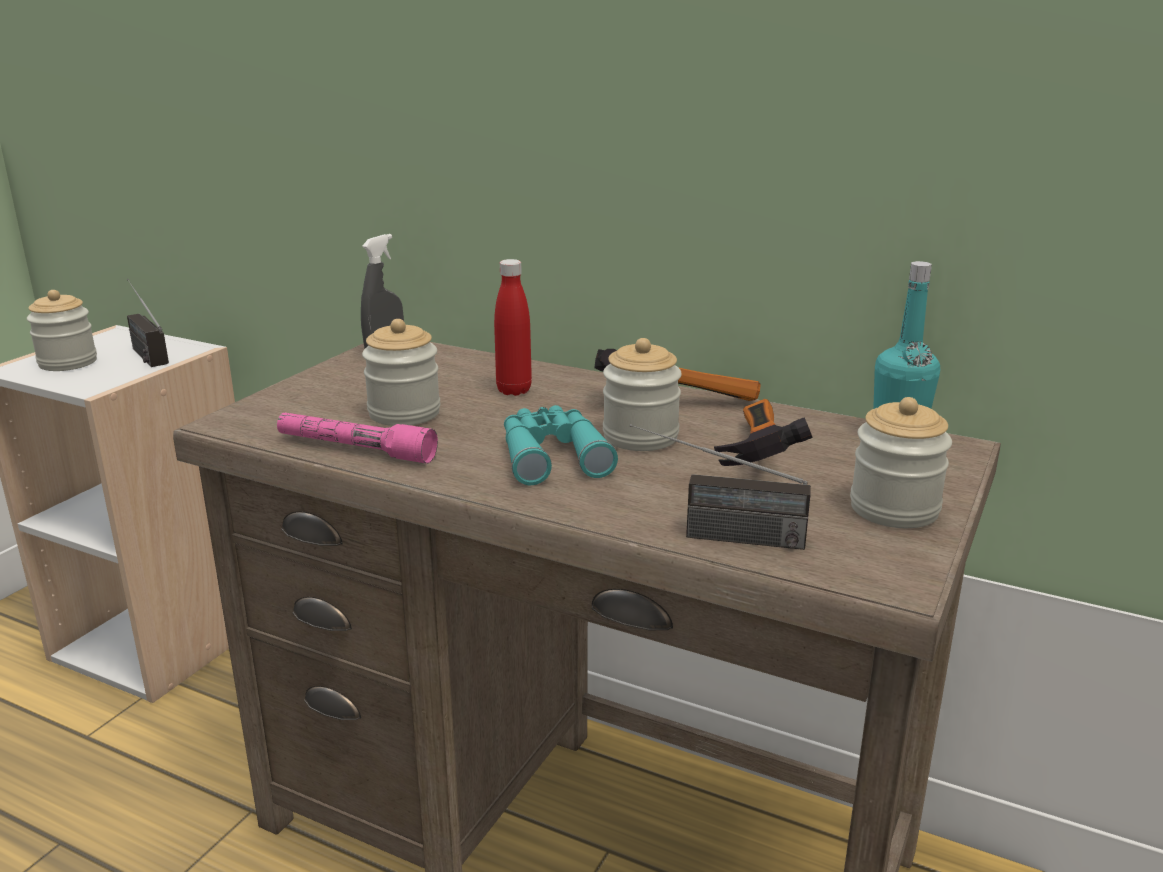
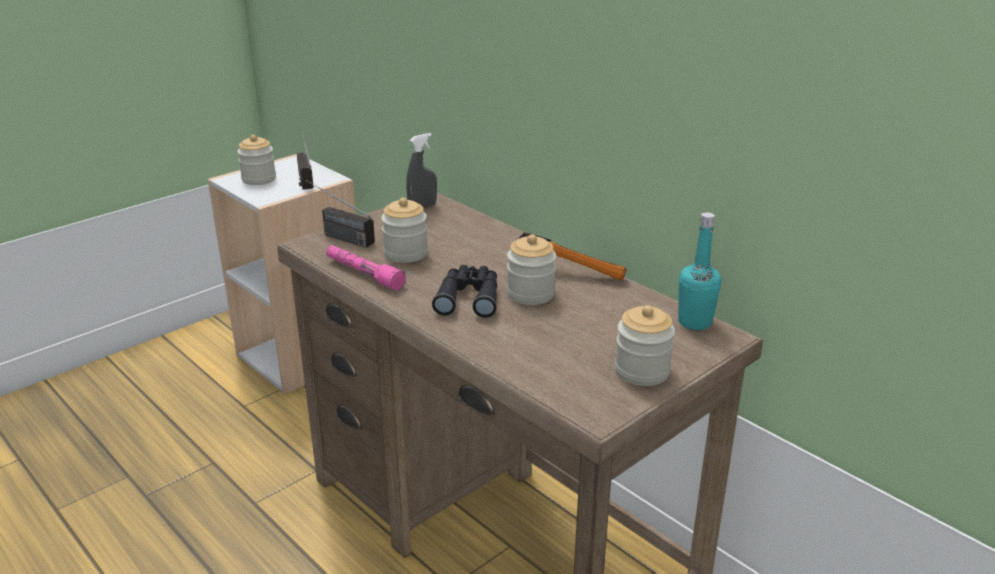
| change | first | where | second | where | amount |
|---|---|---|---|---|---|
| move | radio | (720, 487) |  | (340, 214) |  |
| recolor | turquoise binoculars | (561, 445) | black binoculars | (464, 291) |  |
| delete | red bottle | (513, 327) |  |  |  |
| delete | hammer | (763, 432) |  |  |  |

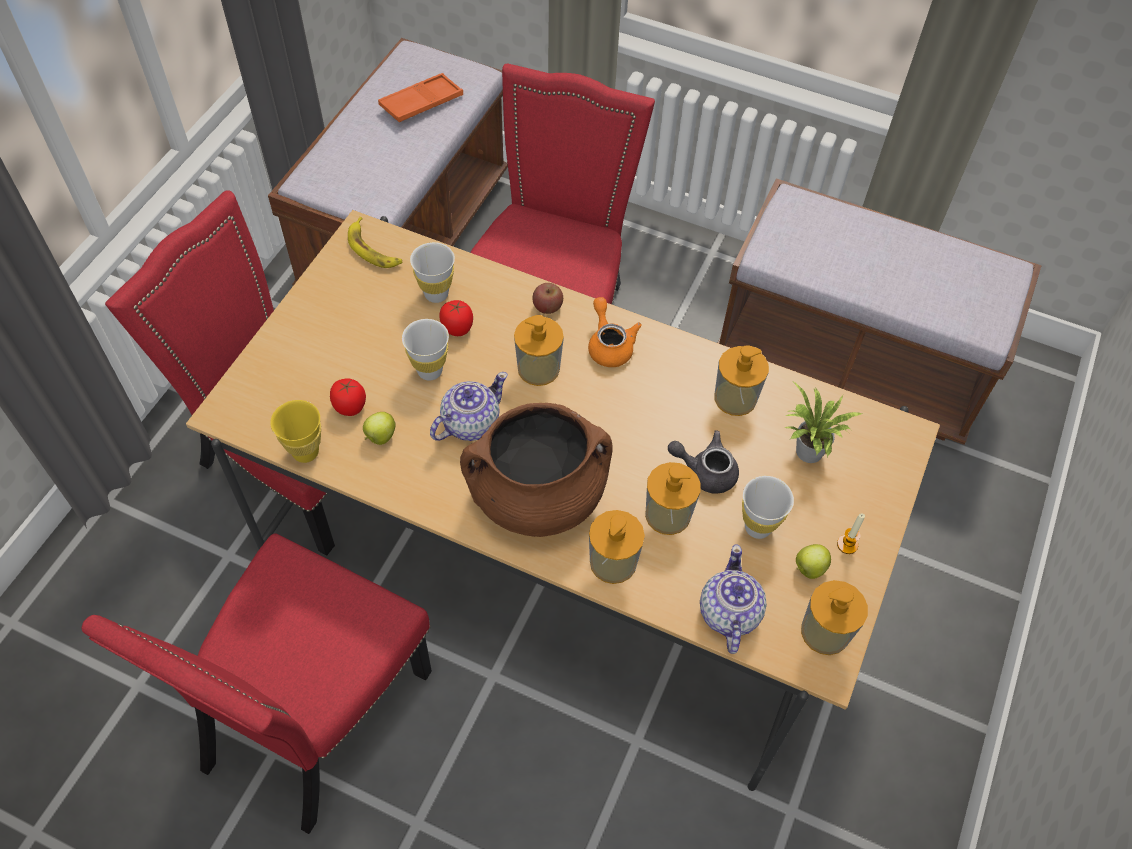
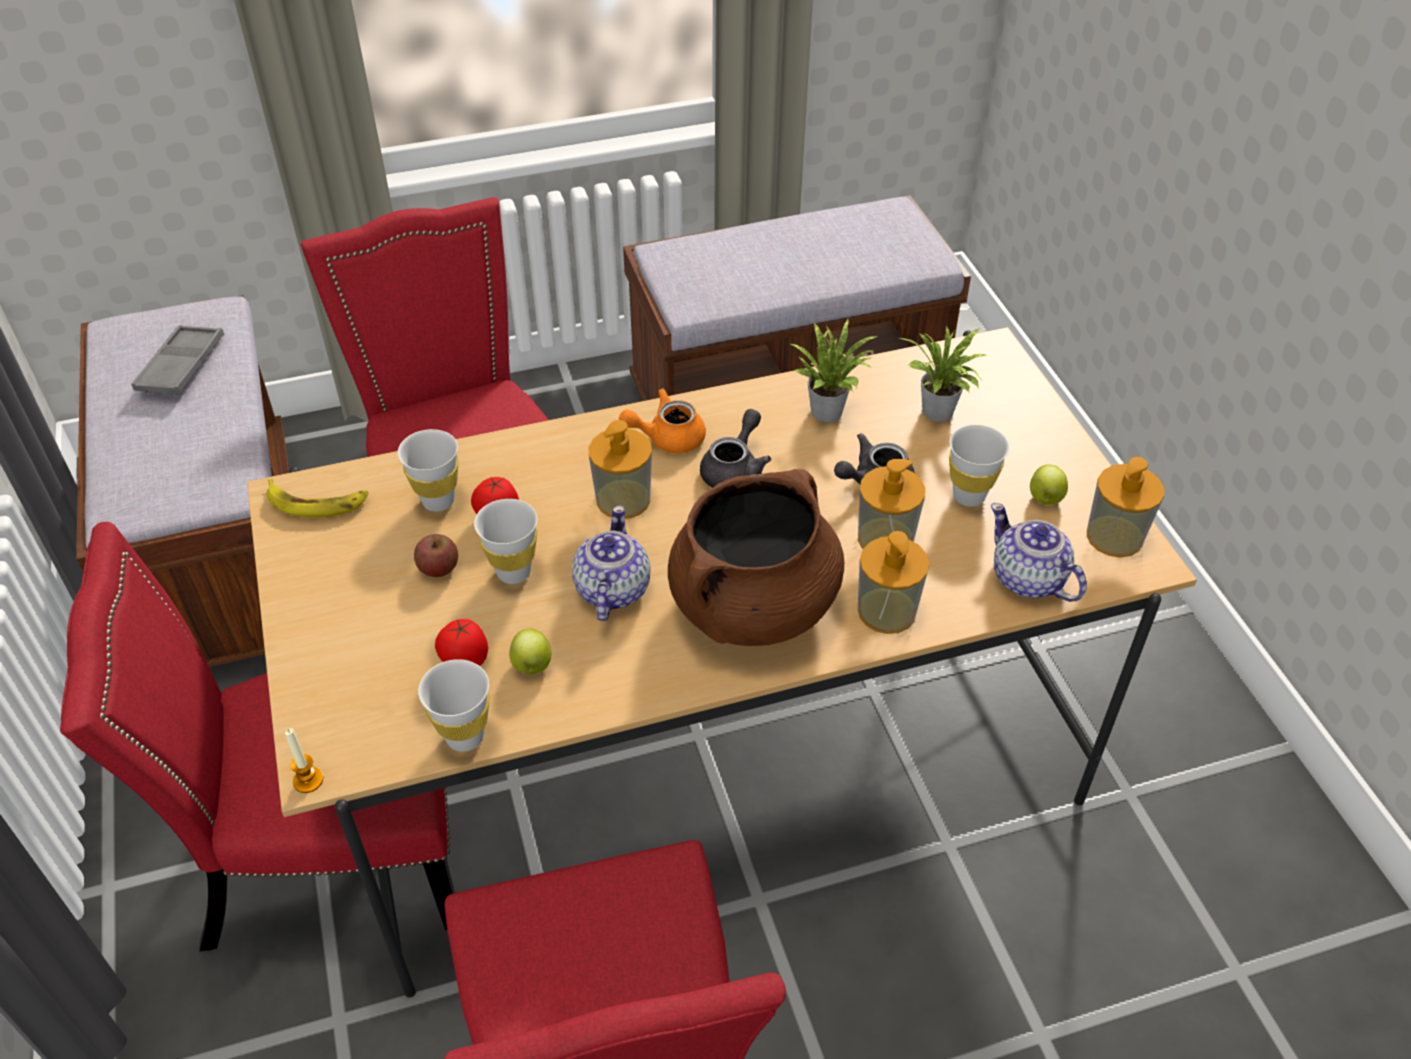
| change | first | where | second | where | amount |
|---|---|---|---|---|---|
| recolor | orange tray | (420, 97) | grey tray | (177, 360) |  |
| move | candle | (851, 533) |  | (304, 760) |  |
| move | apple | (547, 298) |  | (436, 555) |  |
| recolor | yellow cup | (295, 431) | white cup | (454, 705) |  |
| rotate | orange teapot | (615, 332) |  | (662, 420) | 45 degrees counterclockwise |
| insert |  |  | grey teapot | (735, 448) |  |
| replace | soap dispenser | (742, 380) | potted plant | (833, 370) |  |

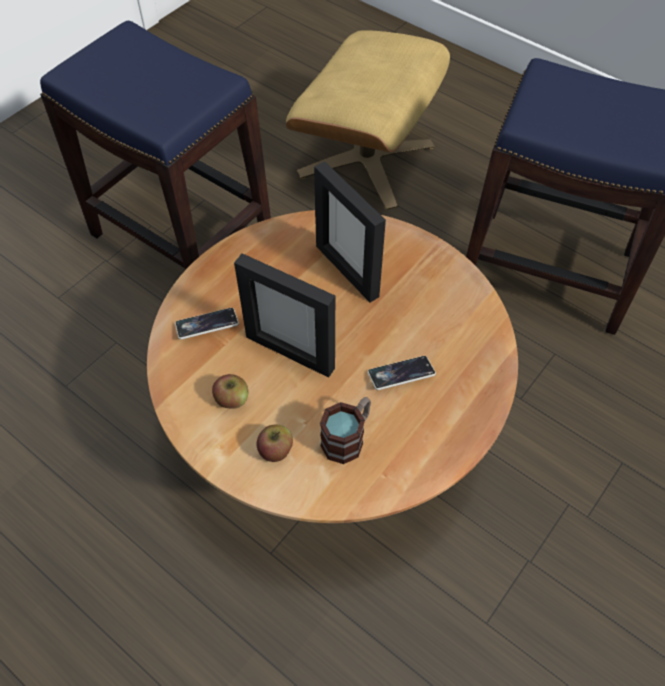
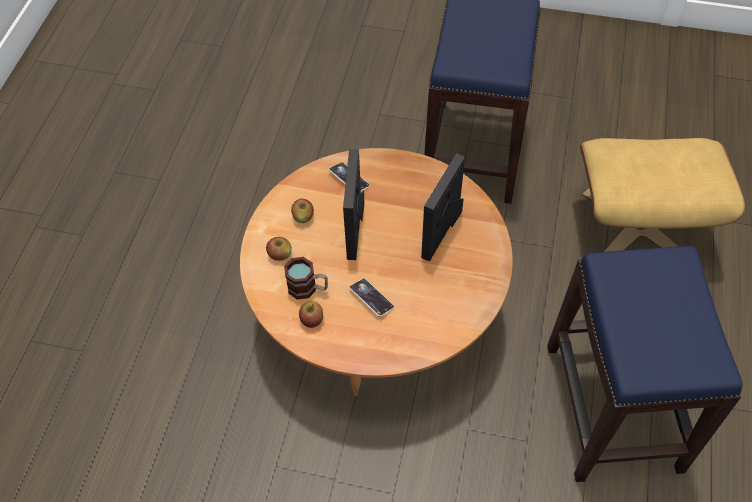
| change | first | where | second | where | amount |
|---|---|---|---|---|---|
| insert |  |  | apple | (311, 314) |  |

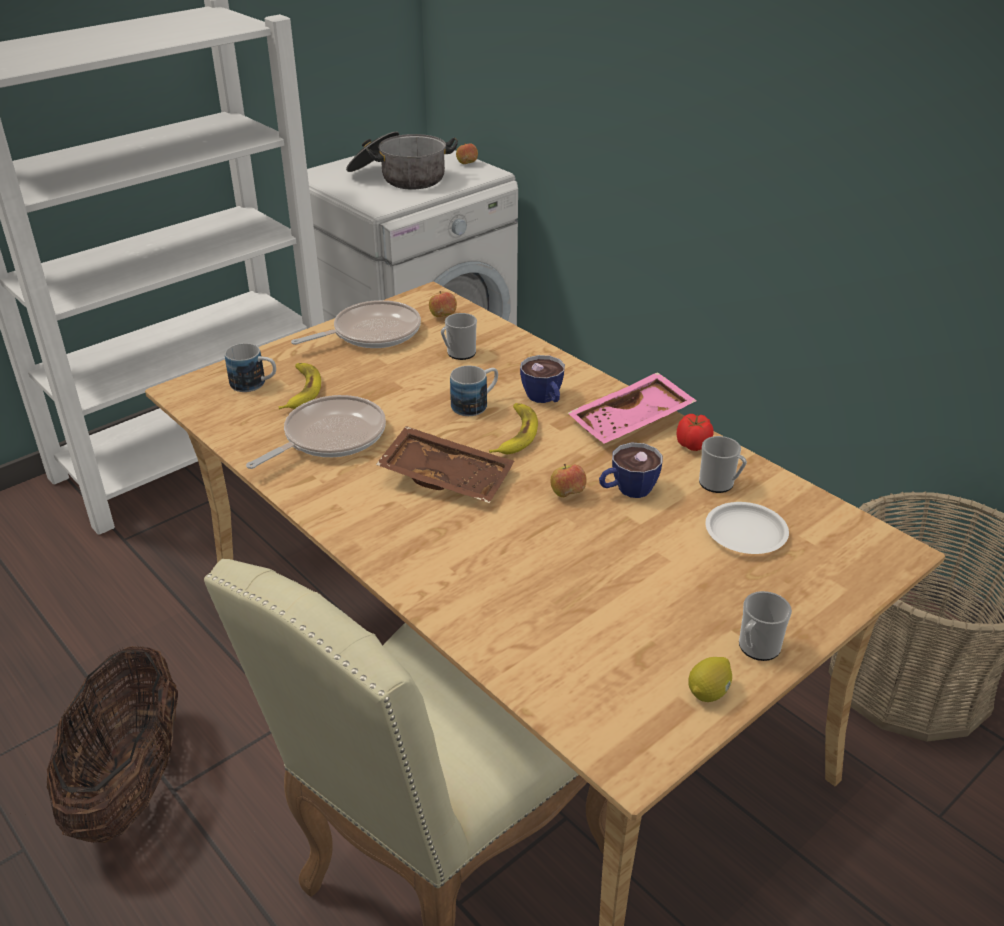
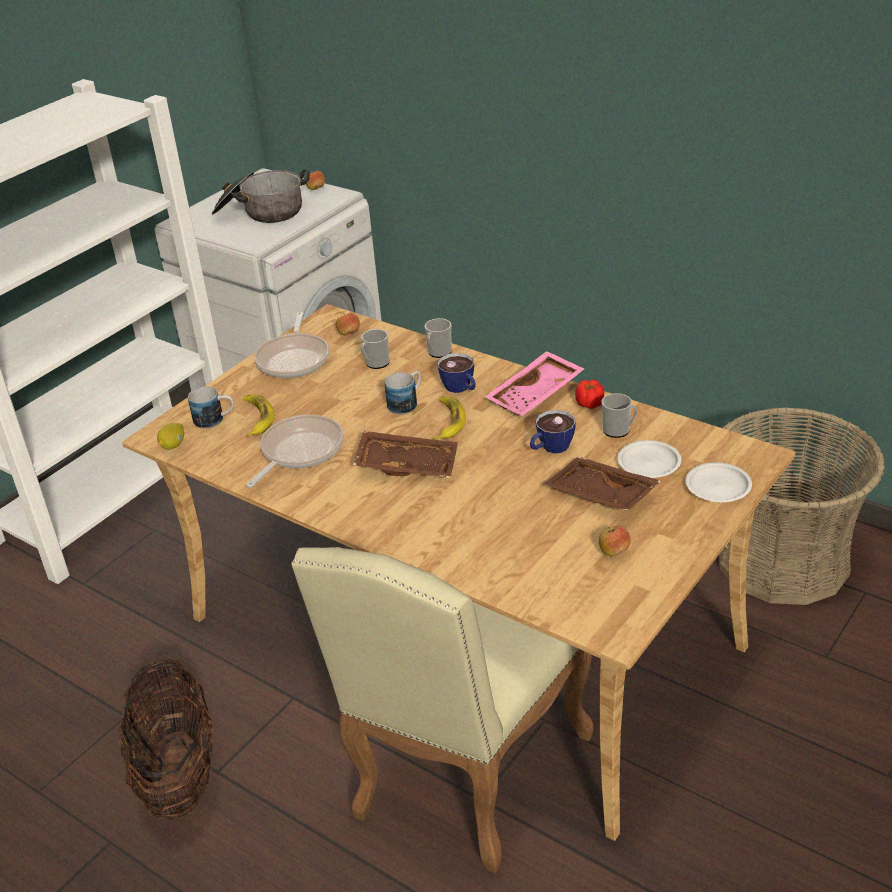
| change | first | where | second | where | amount |
|---|---|---|---|---|---|
| move | lemon | (710, 679) |  | (170, 436) |  |
| rotate | frying pan | (356, 324) |  | (291, 345) | 135 degrees clockwise |
| move | mug | (765, 626) |  | (438, 338) |  |
| insert |  |  | brown tray | (602, 484) |  |
| move | apple | (568, 480) |  | (615, 541) |  |
| insert |  |  | white plate | (719, 482) |  |

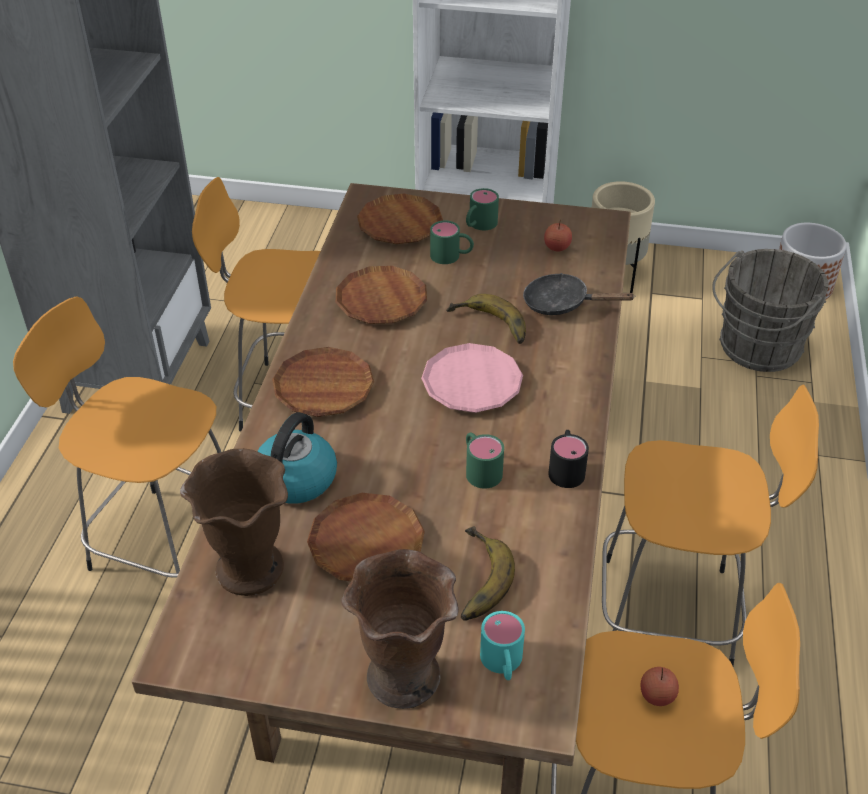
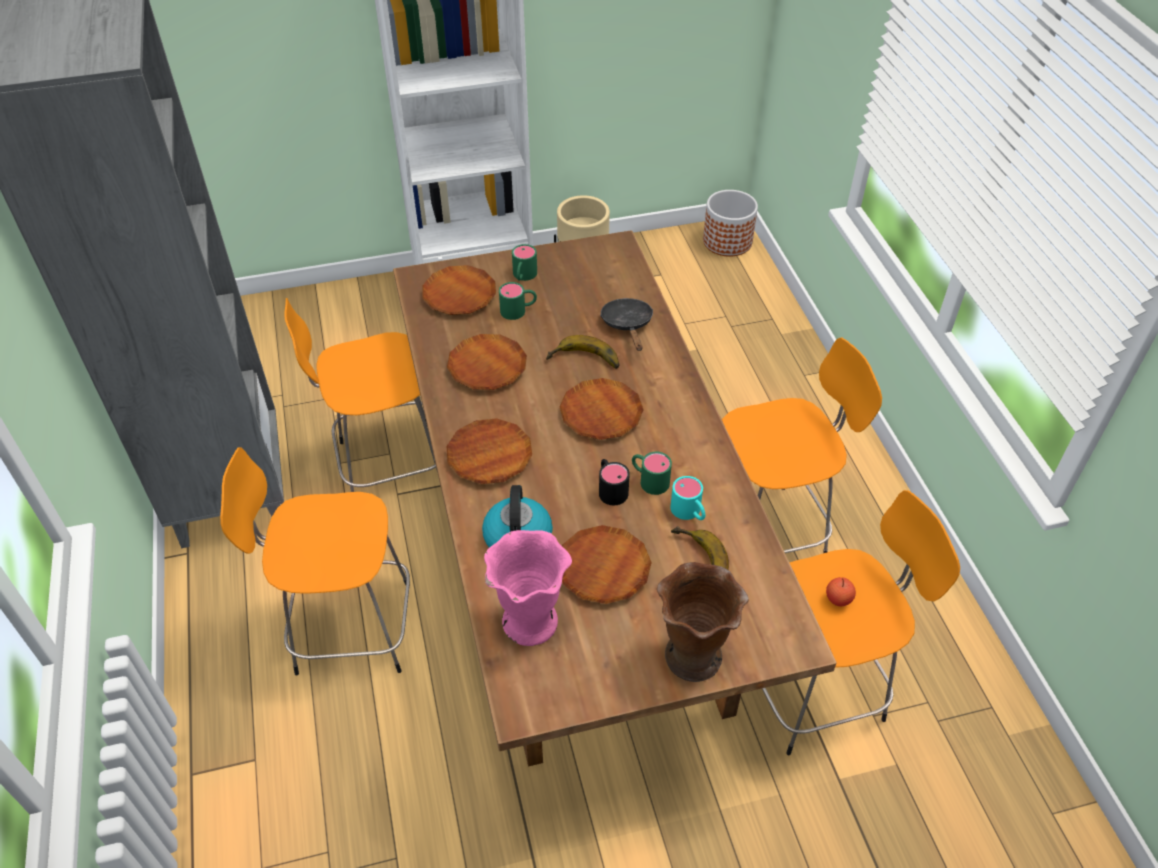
| change | first | where | second | where | amount |
|---|---|---|---|---|---|
| recolor | brown vase | (234, 522) | pink vase | (528, 588) |  |
| recolor | pink plate | (472, 378) | brown plate | (602, 409) |  |
| move | black mug | (568, 459) |  | (614, 482) |  |
| rotate | black frying pan | (578, 294) |  | (626, 324) | 90 degrees clockwise |
| move | turquoise mug | (502, 645) |  | (687, 498) |  |
| delete | apple | (558, 235) |  |  |  |
| delete | grey bucket | (770, 310) |  |  |  |

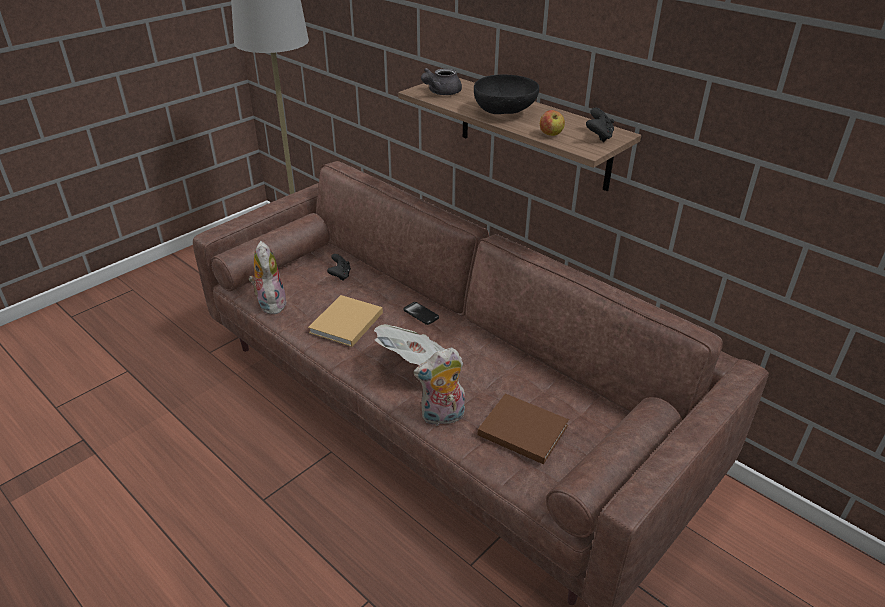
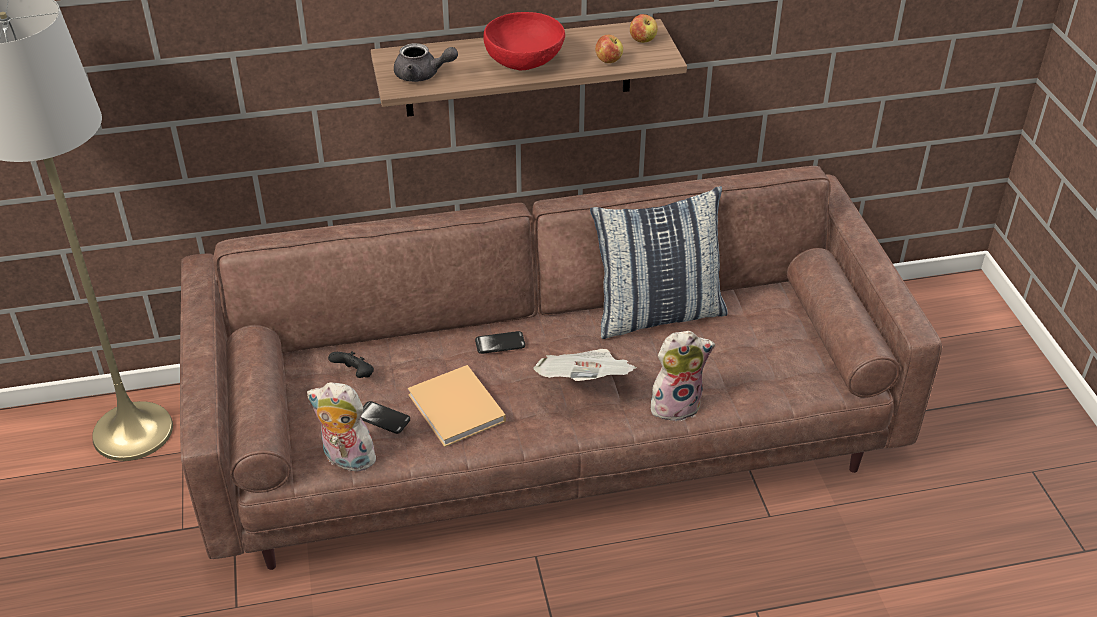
| change | first | where | second | where | amount |
|---|---|---|---|---|---|
| insert |  |  | phone | (385, 417) |  |
| rotate | grey teapot | (441, 81) |  | (426, 62) | 60 degrees counterclockwise |
| recolor | black bowl | (506, 94) | red bowl | (524, 41) |  |
| insert |  |  | pillow | (658, 262) |  |
| replace | black game controller | (600, 125) | apple | (644, 28) |  |
| rotate | plush toy | (439, 387) |  | (683, 376) | 120 degrees counterclockwise |
| delete | brown book | (523, 428) |  |  |  |

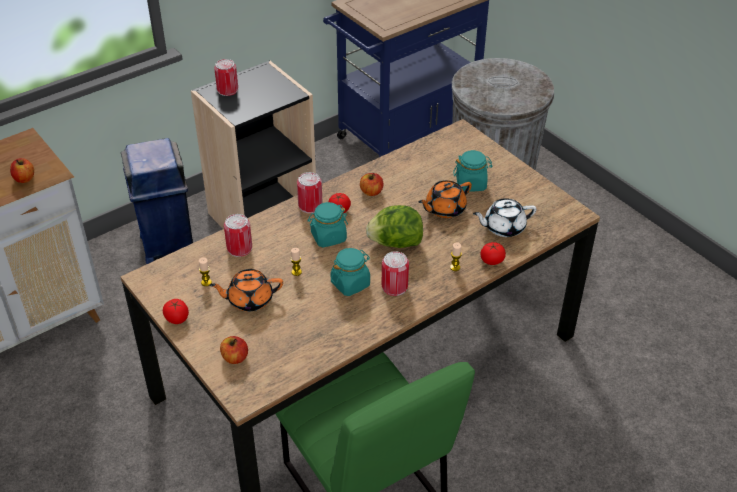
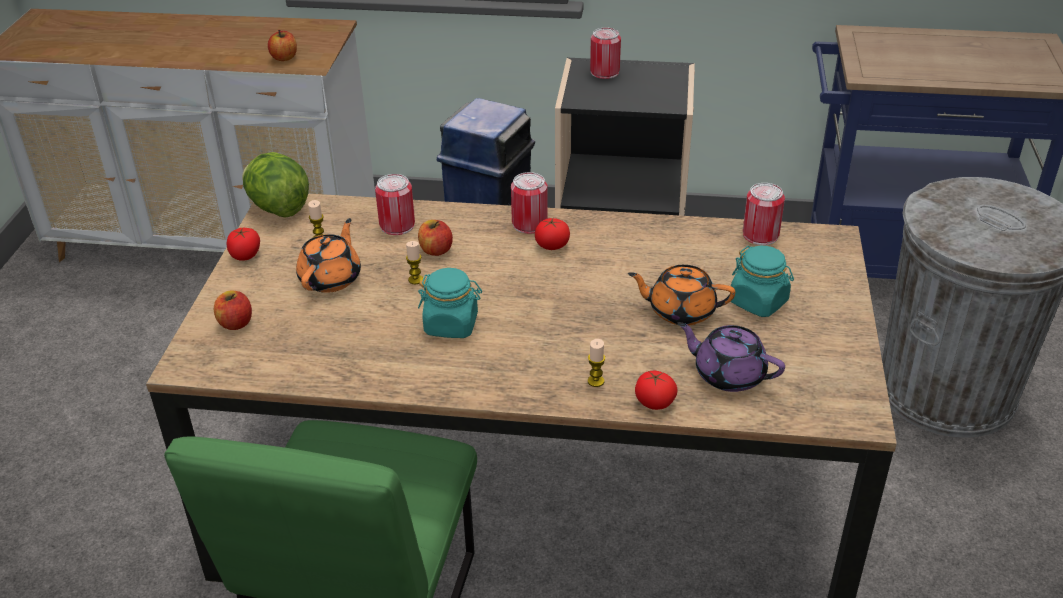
| change | first | where | second | where | amount |
|---|---|---|---|---|---|
| move | lettuce | (394, 226) |  | (275, 185) |  |
| rotate | orange teapot | (246, 290) |  | (328, 255) | 75 degrees clockwise |
| move | apple | (372, 184) |  | (435, 238) |  |
| recolor | white teapot | (504, 217) | purple teapot | (731, 357) |  |
| move | can | (395, 273) |  | (764, 214) |  |
| delete | turquoise jar | (328, 224) |  |  |  |

